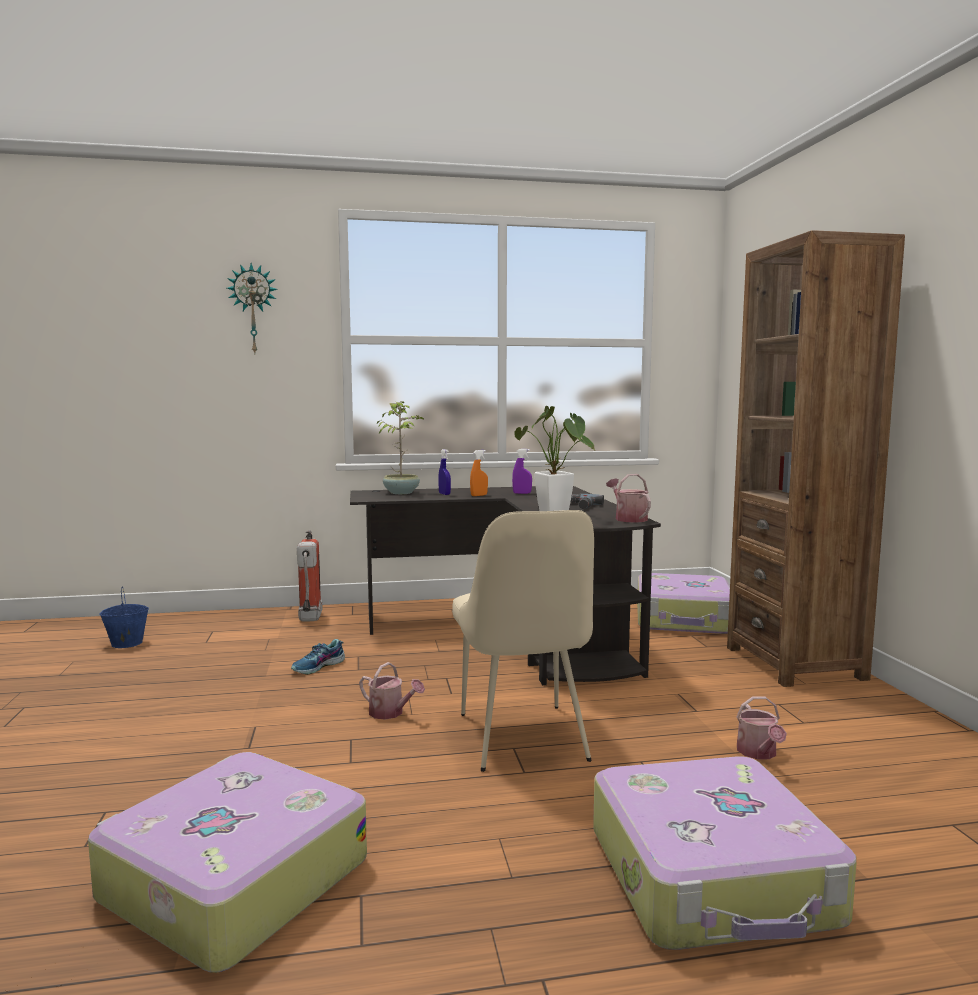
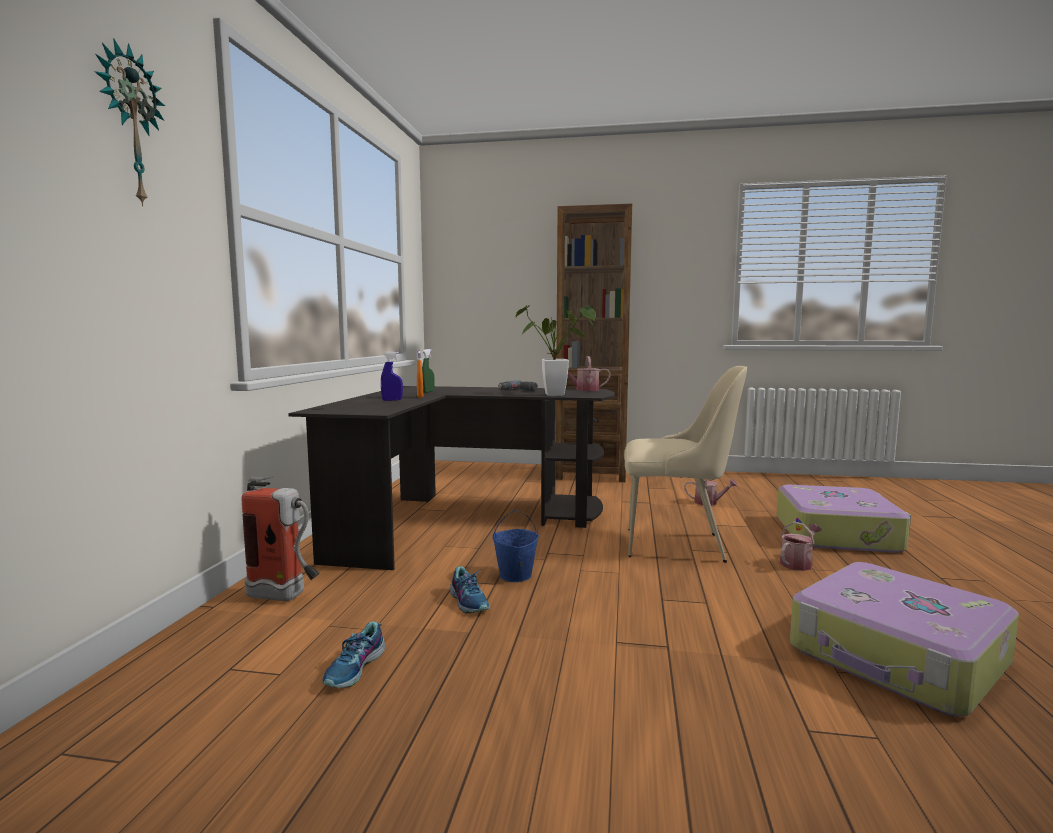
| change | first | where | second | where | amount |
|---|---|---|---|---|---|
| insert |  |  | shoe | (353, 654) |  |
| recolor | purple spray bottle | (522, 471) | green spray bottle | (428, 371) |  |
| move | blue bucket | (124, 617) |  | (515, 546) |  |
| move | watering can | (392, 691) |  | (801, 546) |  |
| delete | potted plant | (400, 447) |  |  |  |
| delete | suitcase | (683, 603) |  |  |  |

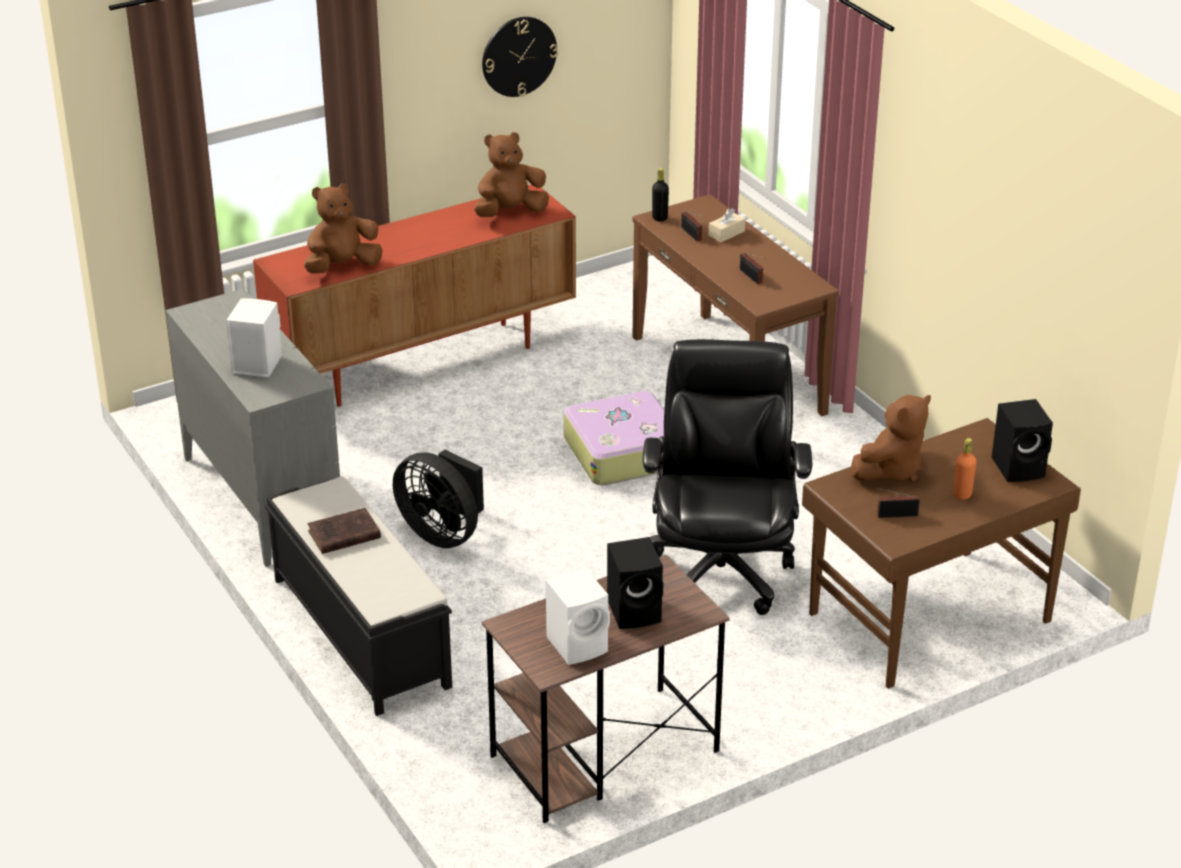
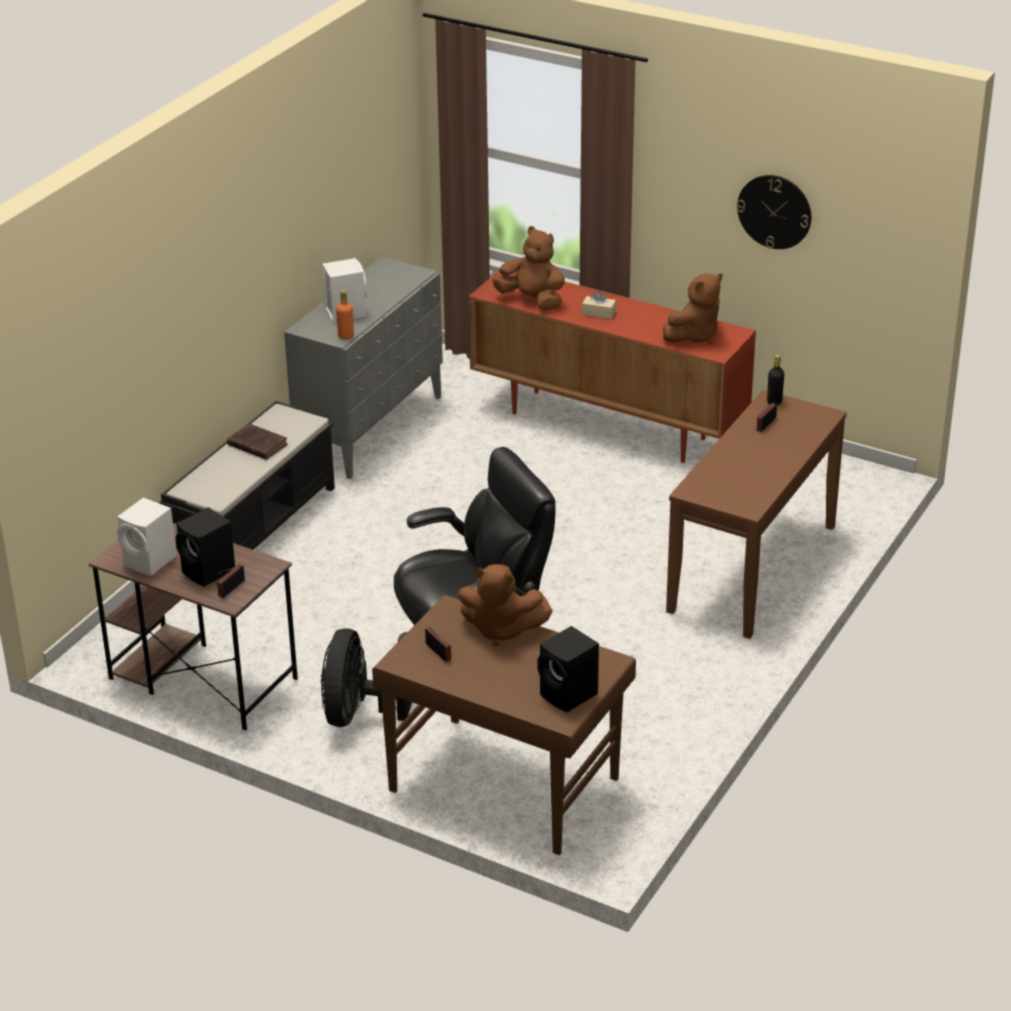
| change | first | where | second | where | amount |
|---|---|---|---|---|---|
| move | radio | (752, 268) |  | (231, 581) |  |
| move | black fan | (438, 499) |  | (366, 677) |  |
| move | orange bottle | (964, 469) |  | (345, 315) |  |
| move | beige tissue box | (727, 225) |  | (599, 305) |  |
| rotate | brown plush toy | (511, 174) |  | (692, 308) | 105 degrees clockwise |
| delete | suitcase | (614, 438) |  |  |  |

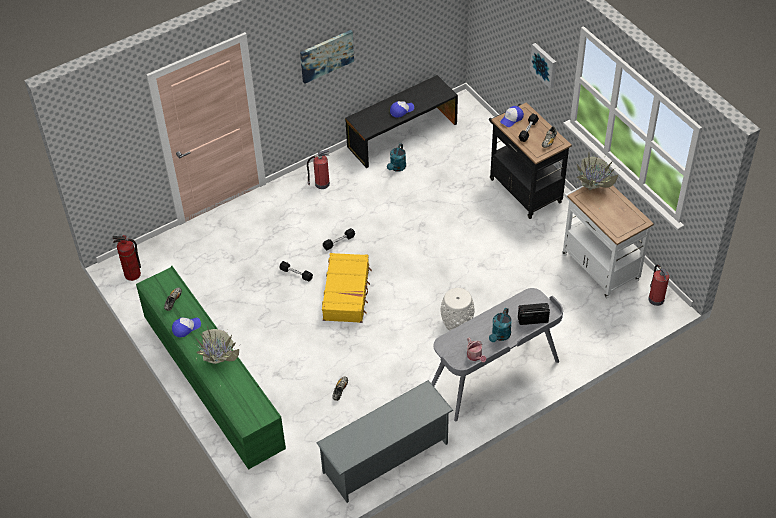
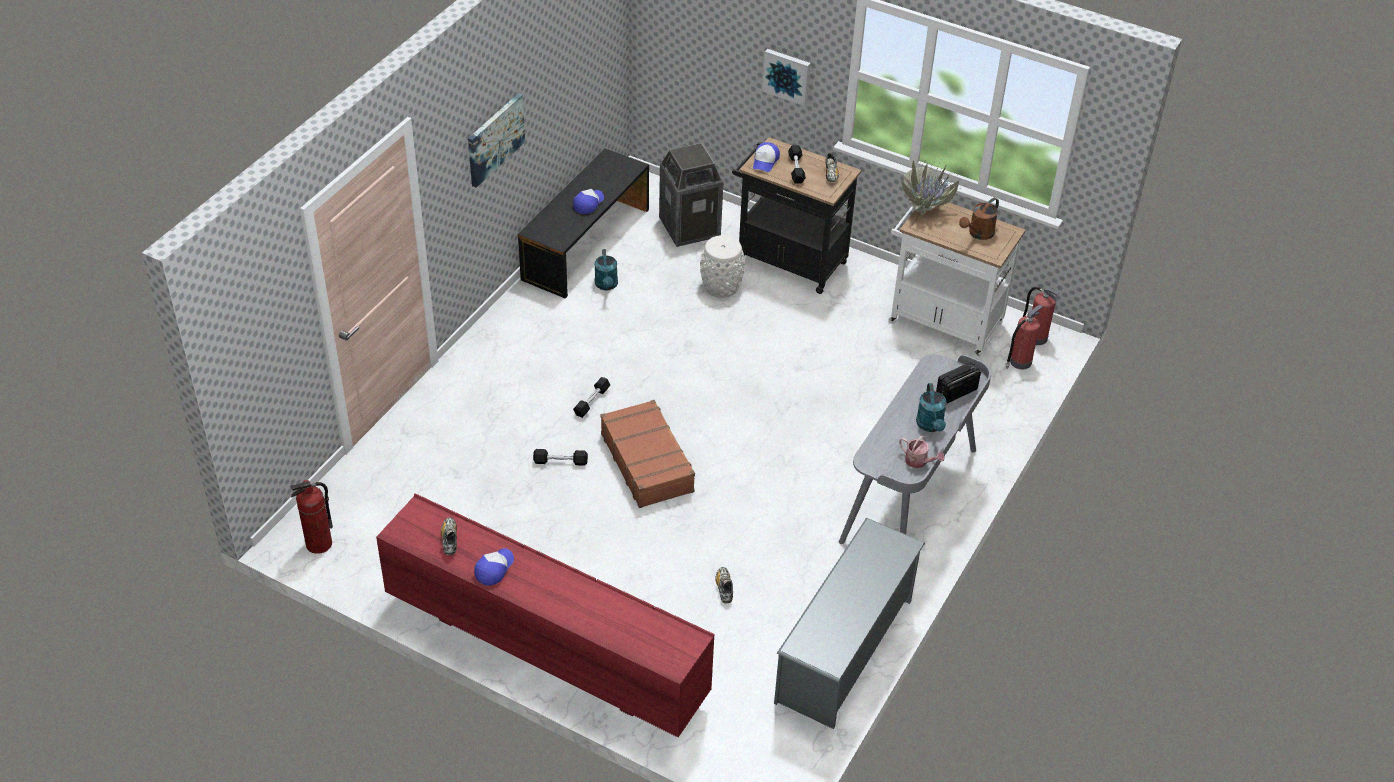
| change | first | where | second | where | amount |
|---|---|---|---|---|---|
| recolor | green cabinet | (211, 368) | red cabinet | (545, 615) |  |
| recolor | yellow suitcase | (347, 288) | brown suitcase | (647, 454) |  |
| insert |  |  | trash can | (691, 195) |  |
| move | white stool | (457, 309) |  | (722, 266) |  |
| insert |  |  | brown watering can | (979, 219) |  |
| move | fire extinguisher | (318, 169) |  | (1024, 336) |  |
| delete | potted plant | (216, 356) |  |  |  |

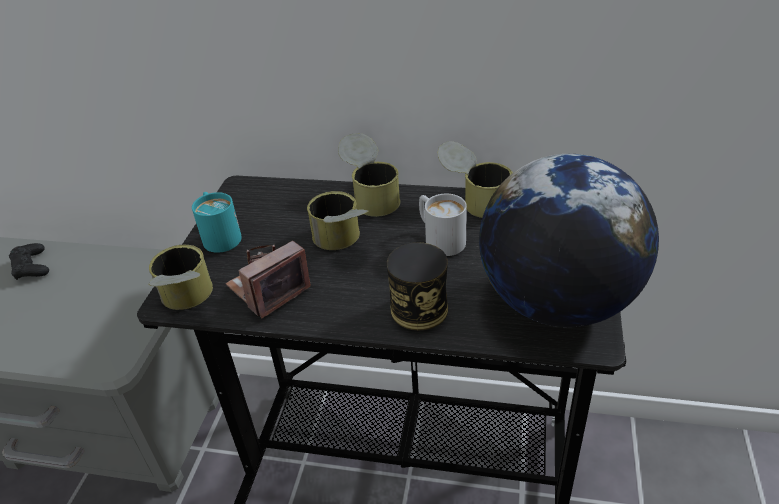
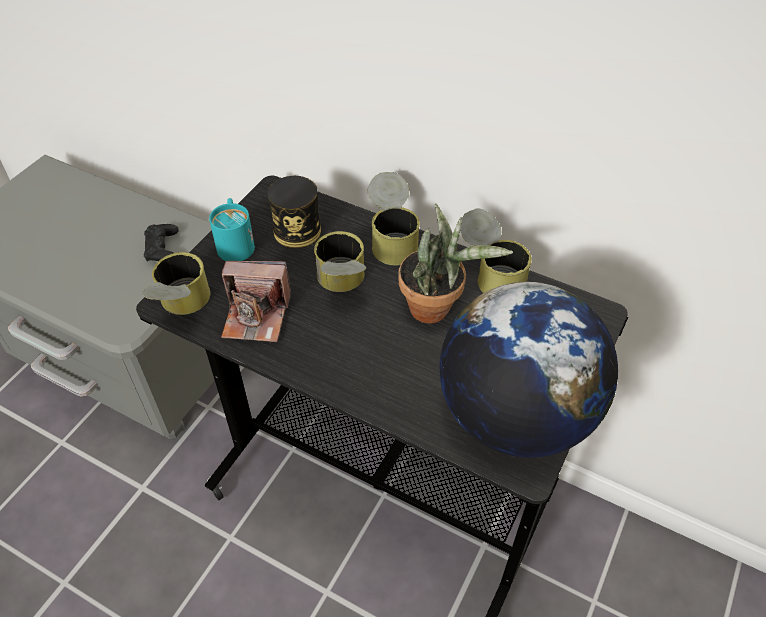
| change | first | where | second | where | amount |
|---|---|---|---|---|---|
| move | black game controller | (29, 261) |  | (161, 242) |  |
| rotate | photo camera | (268, 279) |  | (256, 301) | 150 degrees counterclockwise |
| move | can | (417, 286) |  | (294, 212) |  |
| replace | white mug | (443, 225) | potted plant | (455, 263) |  |

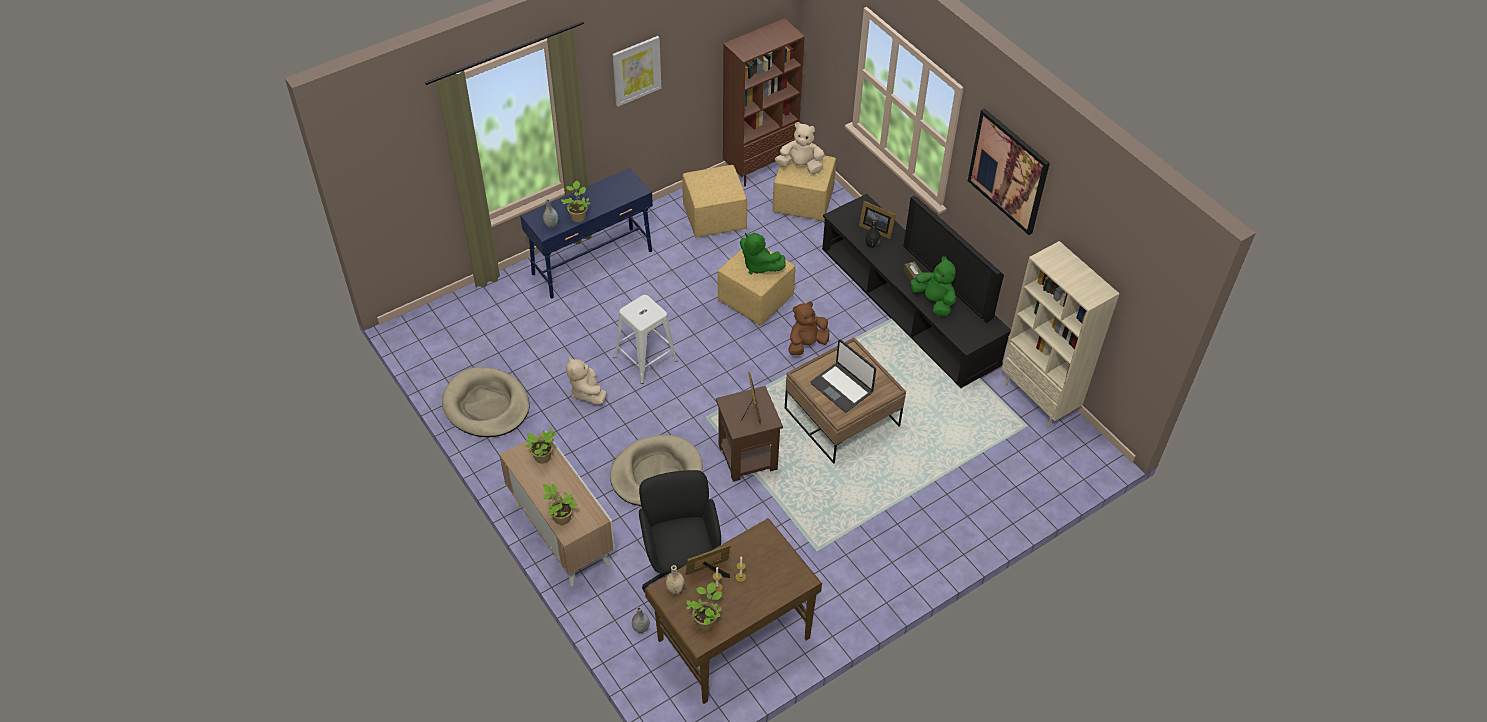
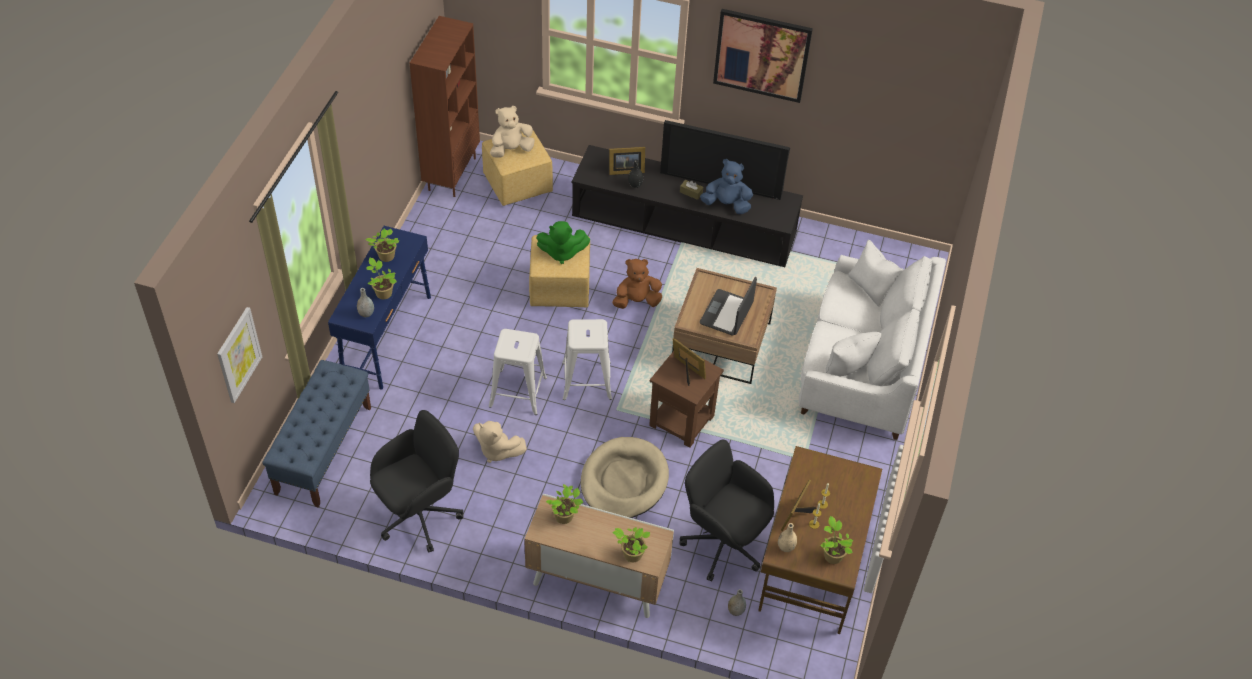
| change | first | where | second | where | amount |
|---|---|---|---|---|---|
| move | picture | (636, 71) |  | (239, 355) |  |
| insert |  |  | blue bench | (316, 434) |  |
| insert |  |  | potted plant | (382, 245) |  |
| replace | beige dog bed | (485, 402) | black office chair | (417, 481) |  |
| insert |  |  | white stool | (587, 359) |  |
| rotate | brown plush toy | (809, 328) |  | (637, 284) | 60 degrees clockwise |
| recolor | green plush toy | (933, 286) | blue plush toy | (726, 186) |  |
| rotate | laptop | (843, 375) |  | (728, 306) | 105 degrees clockwise |
| insert |  |  | white sofa | (872, 340) |  |
| delete | yellow ottoman | (714, 201) |  |  |  |
| delete | beige bookcase | (1060, 334) |  |  |  |

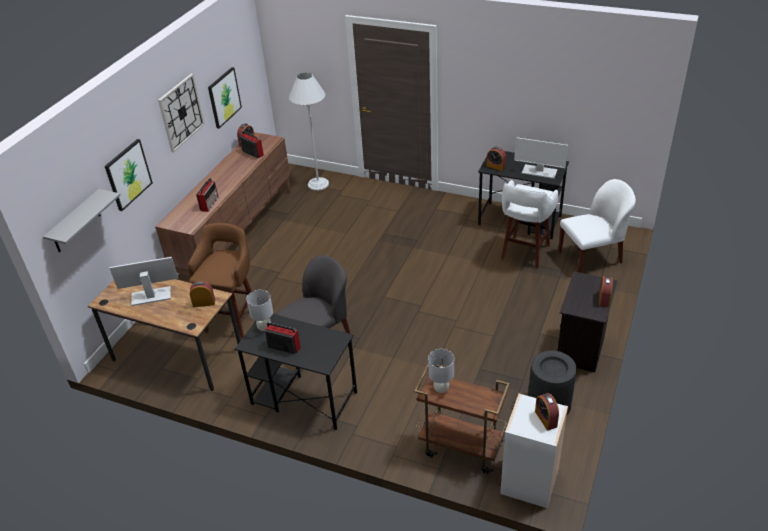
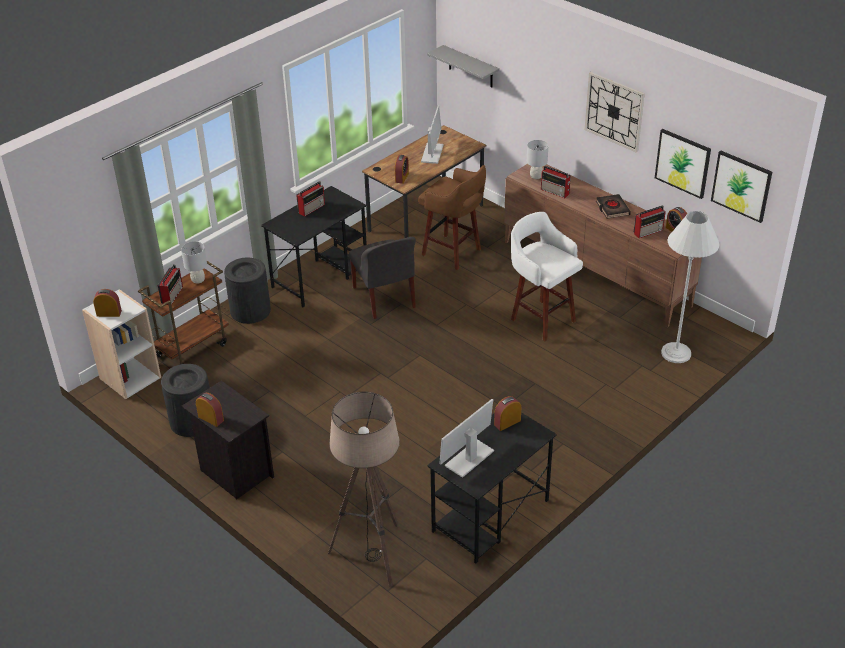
| change | first | where | second | where | amount |
|---|---|---|---|---|---|
| insert |  |  | radio | (170, 284) |  |
| insert |  |  | black trash can | (247, 291) |  |
| replace | white chair | (597, 226) | floor lamp | (364, 489) |  |
| move | white stool | (529, 224) |  | (547, 277) |  |
| move | grey table lamp | (259, 310) |  | (537, 159) |  |
| insert |  |  | black book | (613, 206) |  |
| move | picture | (129, 175) |  | (741, 187) |  |

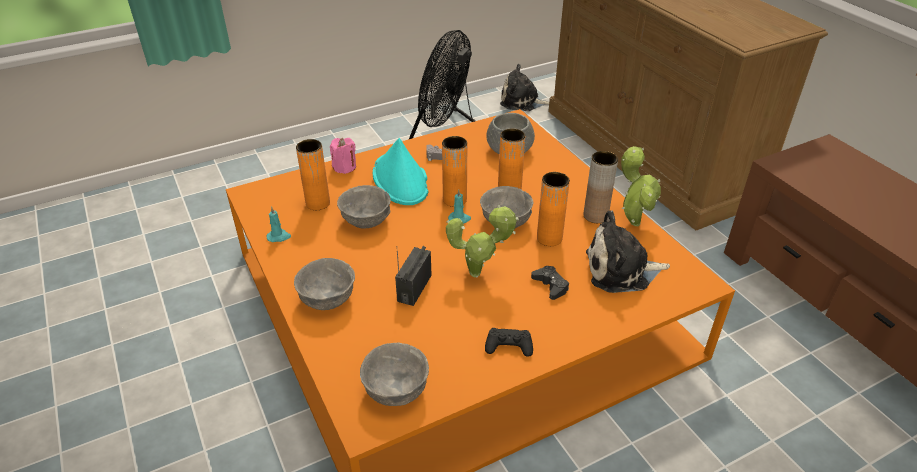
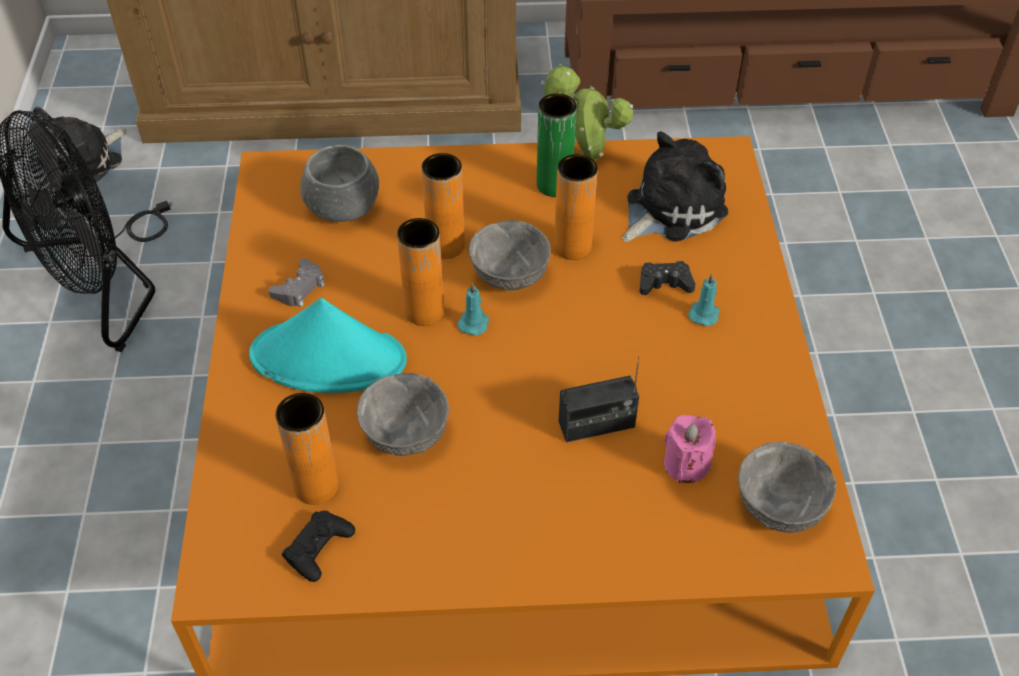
| change | first | where | second | where | amount |
|---|---|---|---|---|---|
| move | black game controller | (509, 342) |  | (318, 546) |  |
| recolor | brown vase | (600, 187) | green vase | (557, 145) |  |
| rotate | radio | (413, 276) |  | (599, 399) | 60 degrees counterclockwise |
| rotate | plush toy | (628, 251) |  | (675, 186) | 150 degrees counterclockwise |
| move | pink candle | (343, 156) |  | (690, 449) |  |
| move | turquoise candle | (279, 224) |  | (703, 300) |  |
| delete | grey bowl | (324, 284) |  |  |  |
| delete | potted plant | (482, 241) |  |  |  |

